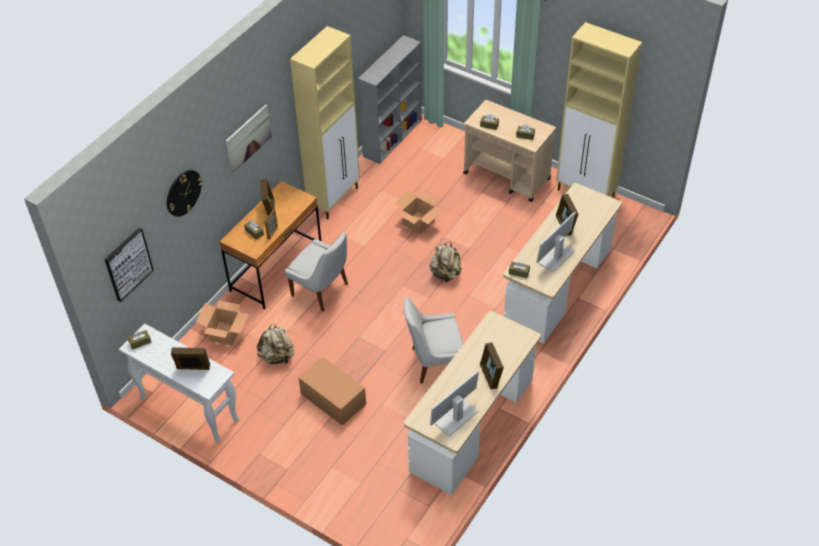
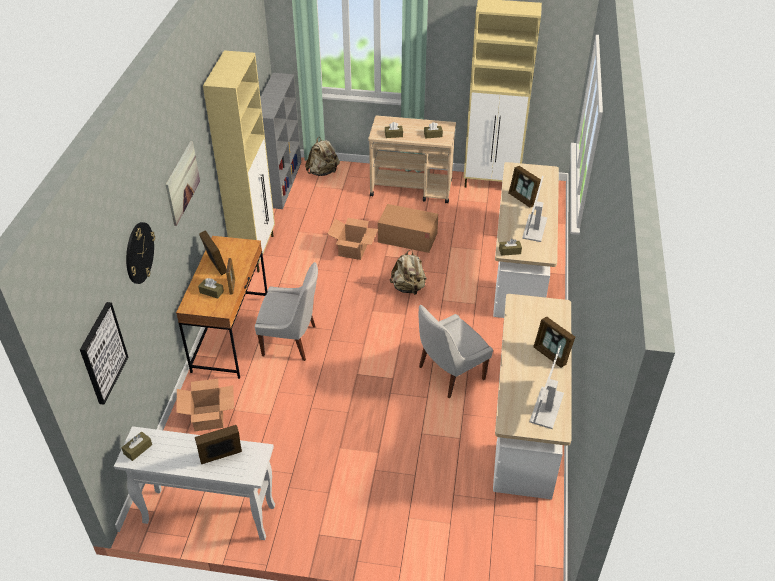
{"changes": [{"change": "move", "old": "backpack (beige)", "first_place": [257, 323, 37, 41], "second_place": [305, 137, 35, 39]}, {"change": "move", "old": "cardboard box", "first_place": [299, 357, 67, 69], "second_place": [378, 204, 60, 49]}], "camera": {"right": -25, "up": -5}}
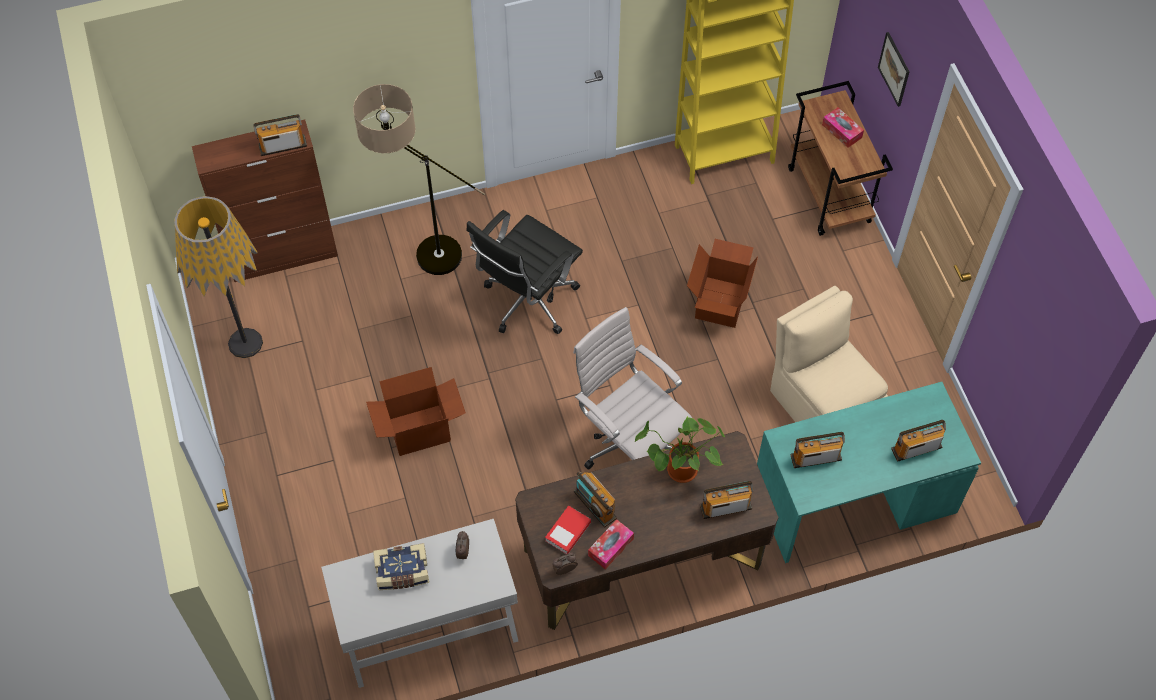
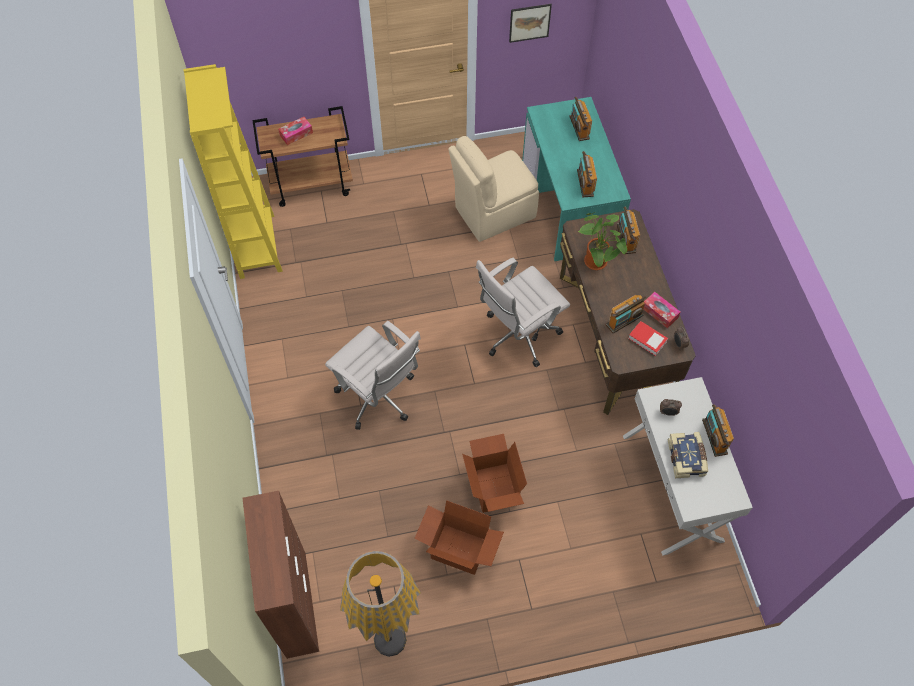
{"changes": [{"change": "recolor", "old": "office chair (black)", "new": "office chair (white)", "first_place": [466, 210, 117, 124], "second_place": [325, 321, 96, 109]}, {"change": "move", "old": "cardboard box", "first_place": [687, 239, 71, 89], "second_place": [414, 500, 90, 75]}, {"change": "move", "old": "picture", "first_place": [878, 32, 32, 75], "second_place": [509, 4, 43, 39]}, {"change": "move", "old": "radio", "first_place": [254, 114, 53, 42], "second_place": [702, 404, 32, 53]}, {"change": "delete", "old": "floor lamp", "first_place": [353, 84, 132, 191]}], "camera": {"right": -85, "up": 0}}
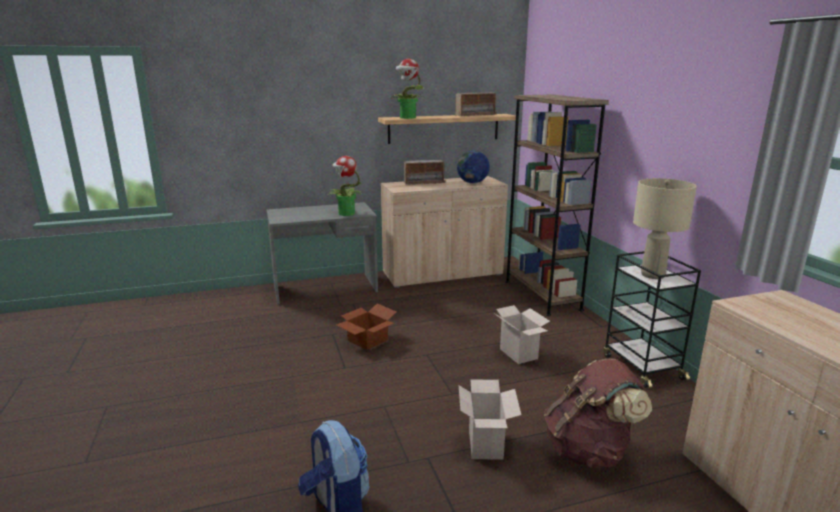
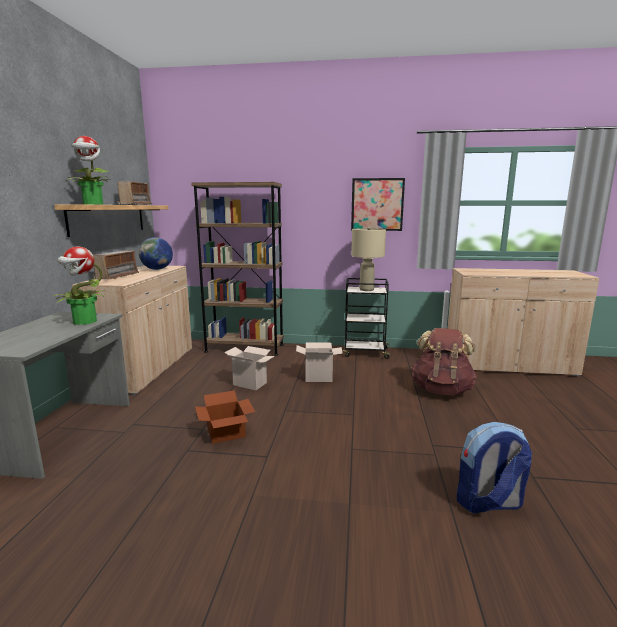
{"changes": [{"change": "move", "old": "cardboard box", "first_place": [459, 379, 62, 81], "second_place": [224, 346, 50, 44]}, {"change": "insert", "new": "picture", "second_place": [351, 178, 54, 53]}], "camera": {"right": -65, "up": -5}}
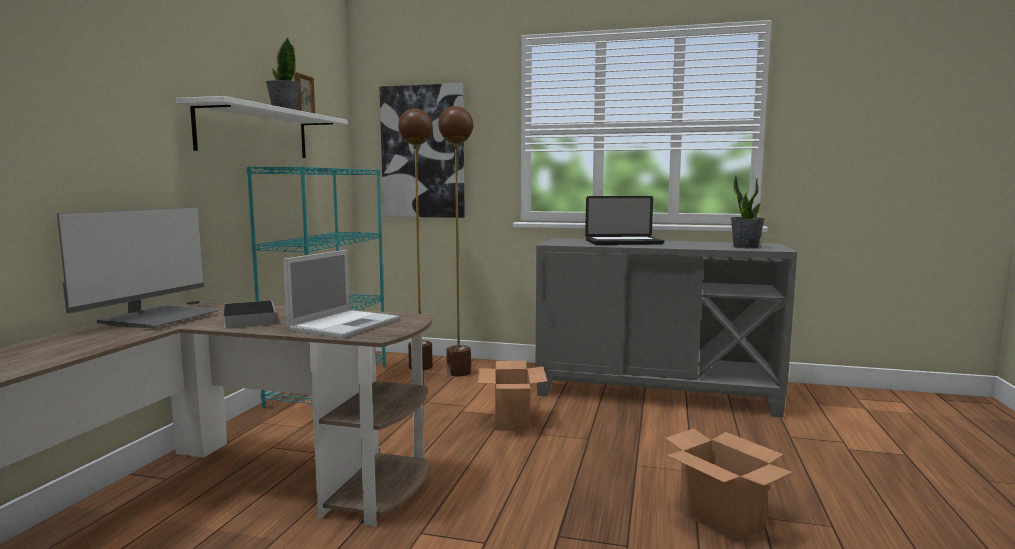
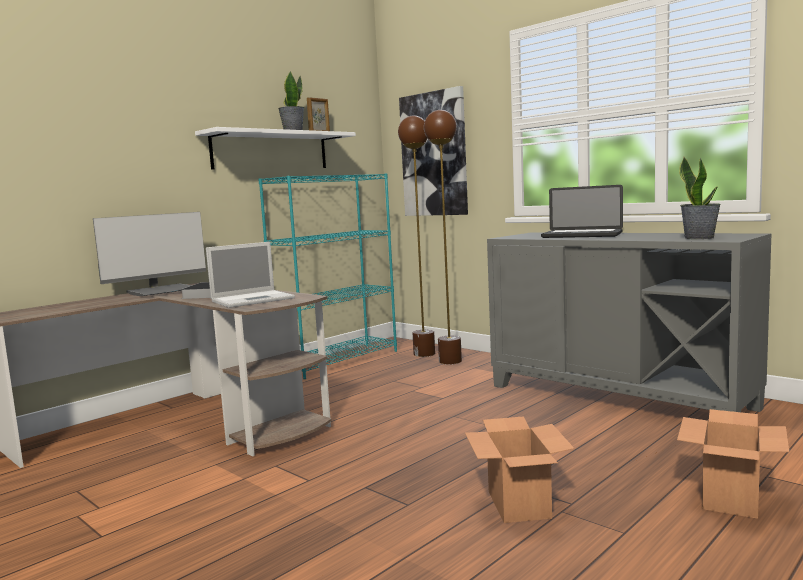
{"changes": [{"change": "move", "old": "cardboard box", "first_place": [478, 361, 69, 70], "second_place": [677, 409, 112, 110]}], "camera": {"right": 30, "up": 0}}
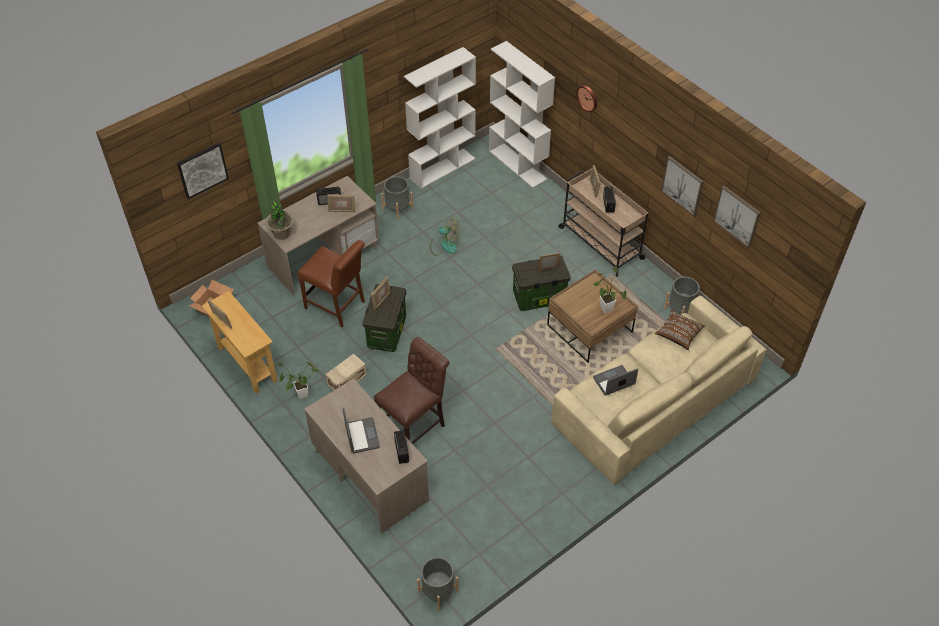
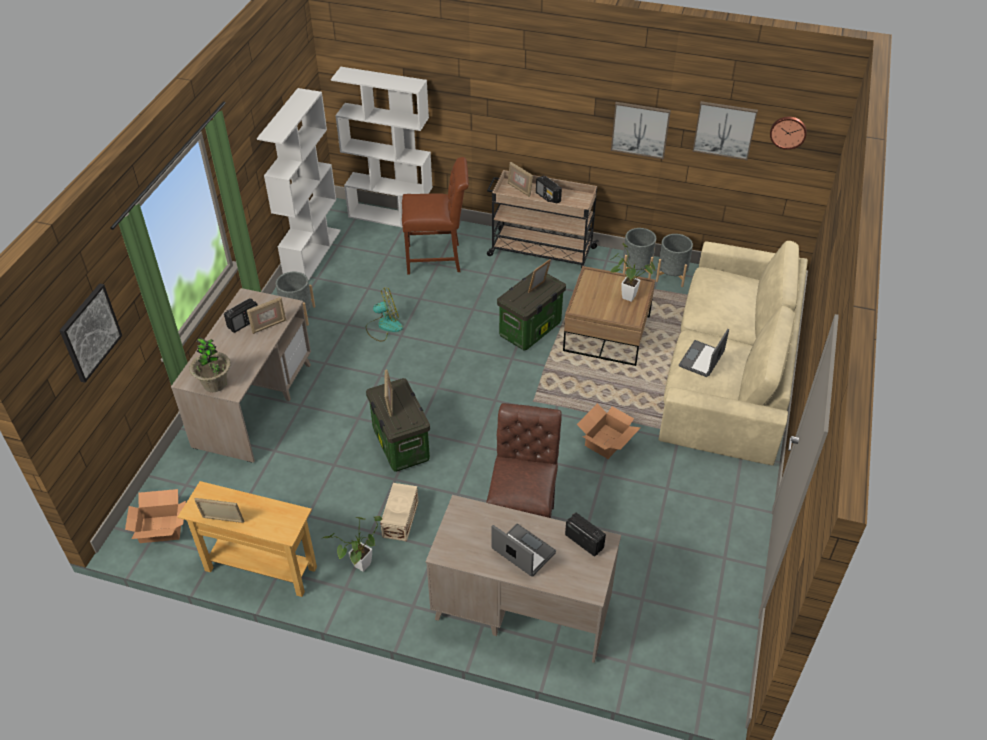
{"changes": [{"change": "move", "old": "chair (brown)", "first_place": [297, 240, 68, 87], "second_place": [402, 157, 67, 118]}, {"change": "insert", "new": "cardboard box", "second_place": [577, 403, 64, 56]}, {"change": "move", "old": "planter (grey)", "first_place": [417, 557, 42, 53], "second_place": [623, 228, 33, 51]}, {"change": "move", "old": "wall clock", "first_place": [576, 85, 21, 27], "second_place": [770, 117, 37, 33]}, {"change": "delete", "old": "pillow (brown)", "first_place": [655, 310, 50, 40]}], "camera": {"right": -35, "up": -5}}
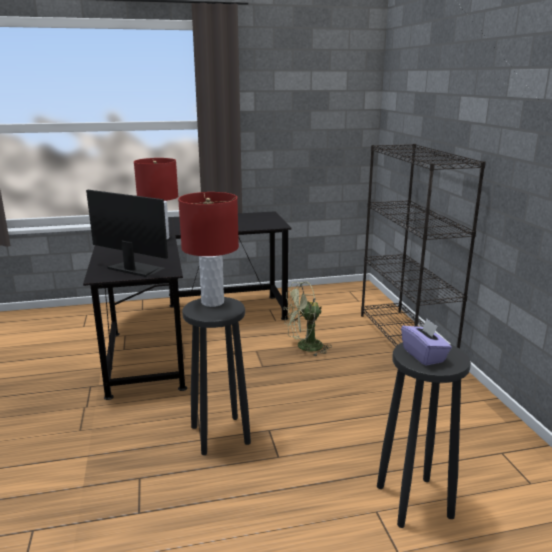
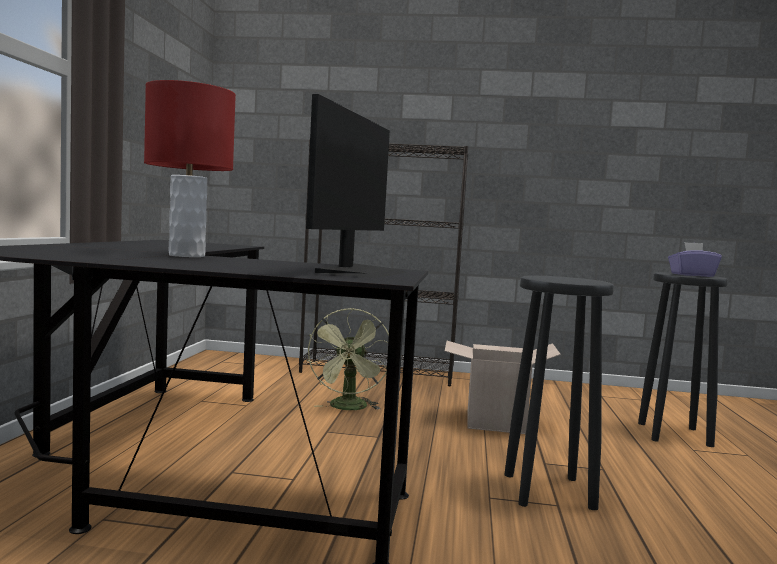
{"changes": [{"change": "rotate", "old": "monitor", "first_place": [86, 190, 82, 87], "second_place": [306, 94, 99, 184], "degrees": 150}, {"change": "insert", "new": "cardboard box", "second_place": [445, 341, 116, 93]}, {"change": "delete", "old": "table lamp (red)", "first_place": [178, 192, 61, 115]}], "camera": {"right": -70, "up": -15}}
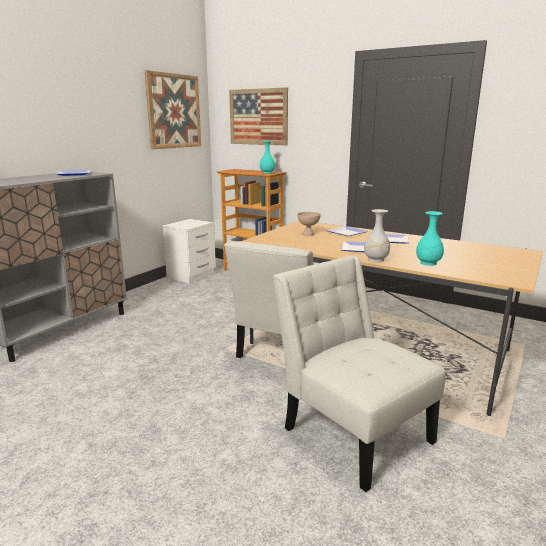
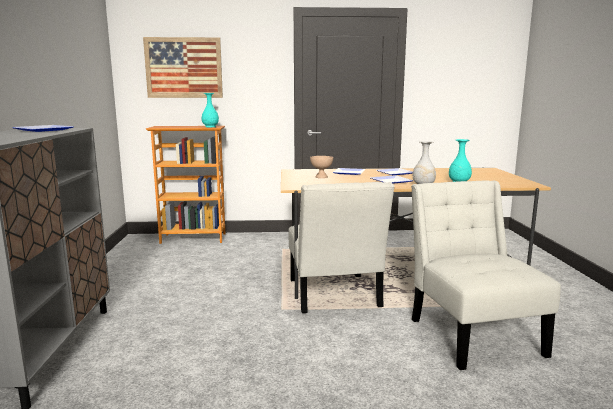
{"changes": [{"change": "rotate", "old": "chair (white)", "first_place": [273, 256, 173, 236], "second_place": [411, 180, 150, 190], "degrees": 60}, {"change": "delete", "old": "picture", "first_place": [145, 70, 56, 79]}, {"change": "delete", "old": "nightstand (white)", "first_place": [162, 219, 54, 65]}], "camera": {"right": -35, "up": -5}}
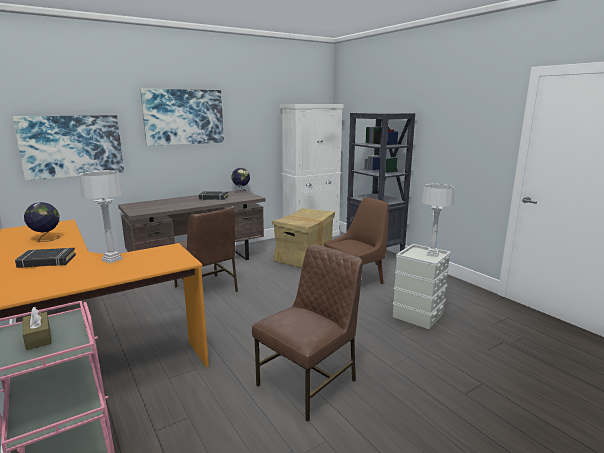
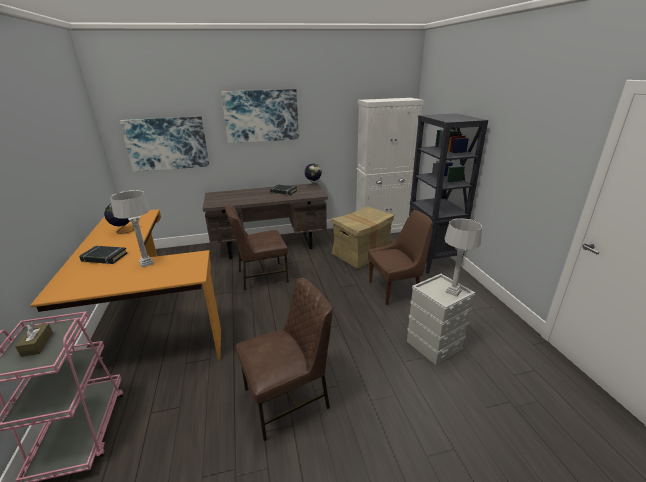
{"changes": [{"change": "rotate", "old": "chair (brown)", "first_place": [174, 207, 64, 85], "second_place": [225, 204, 64, 86], "degrees": 90}], "camera": {"right": 20, "up": 10}}
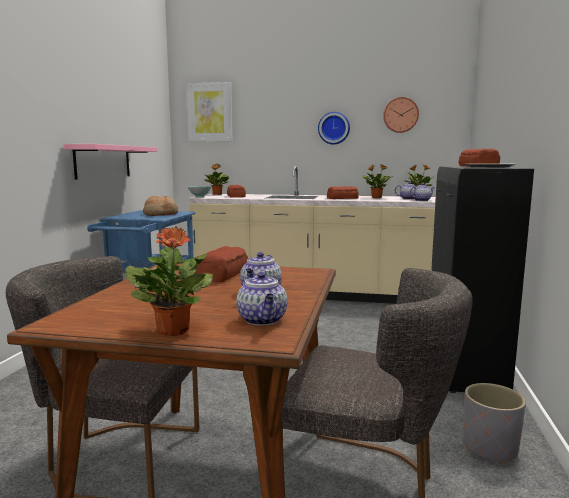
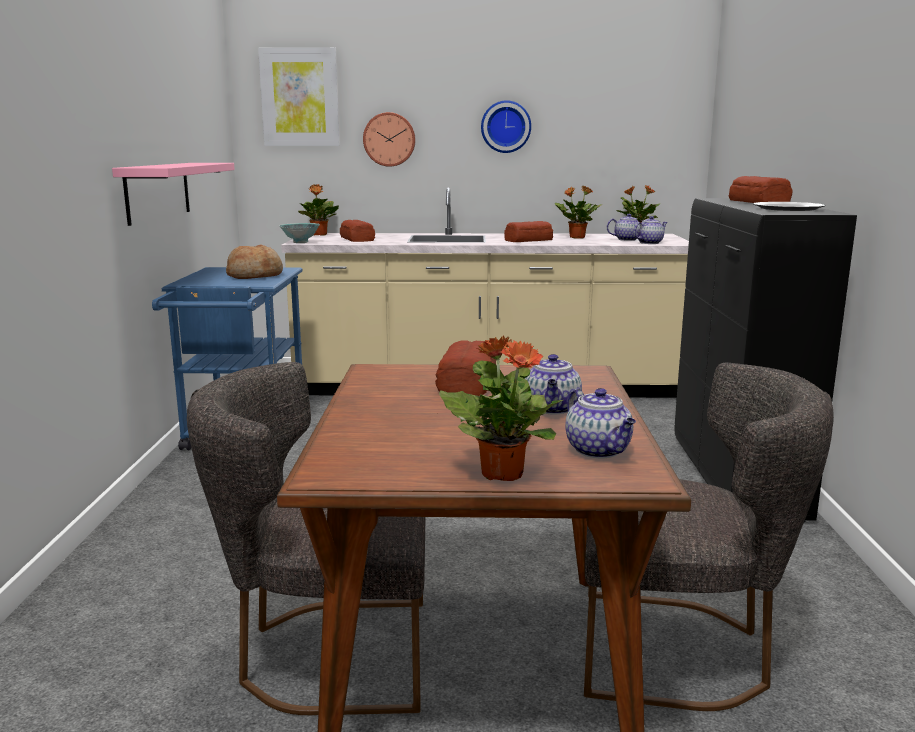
{"changes": [{"change": "move", "old": "wall clock", "first_place": [383, 97, 36, 36], "second_place": [363, 112, 53, 55]}, {"change": "delete", "old": "planter (grey)", "first_place": [463, 383, 63, 81]}], "camera": {"right": -10, "up": 5}}
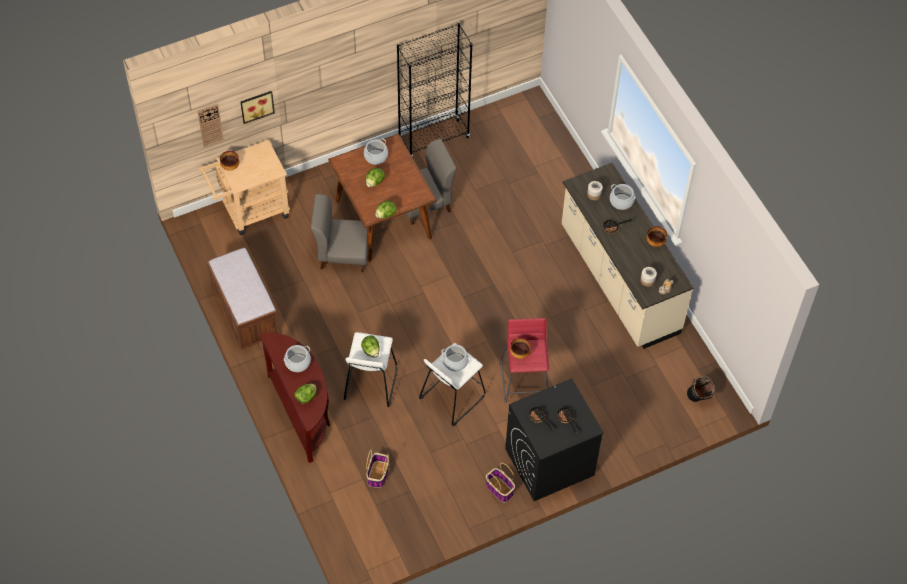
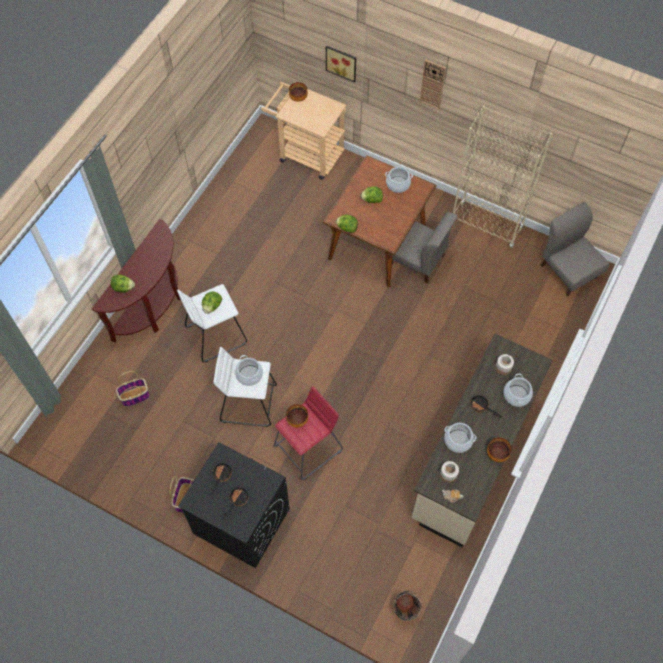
{"changes": [{"change": "move", "old": "wall clock", "first_place": [197, 104, 27, 43], "second_place": [420, 59, 26, 51]}, {"change": "move", "old": "cooking pot", "first_place": [284, 345, 27, 27], "second_place": [444, 423, 32, 30]}, {"change": "recolor", "old": "bookcase (black)", "new": "bookcase (beige)", "first_place": [397, 23, 76, 133], "second_place": [453, 105, 100, 143]}, {"change": "move", "old": "chair (grey)", "first_place": [311, 194, 58, 78], "second_place": [541, 202, 69, 94]}, {"change": "delete", "old": "bench (brown)", "first_place": [206, 247, 72, 103]}], "camera": {"right": 55, "up": 5}}
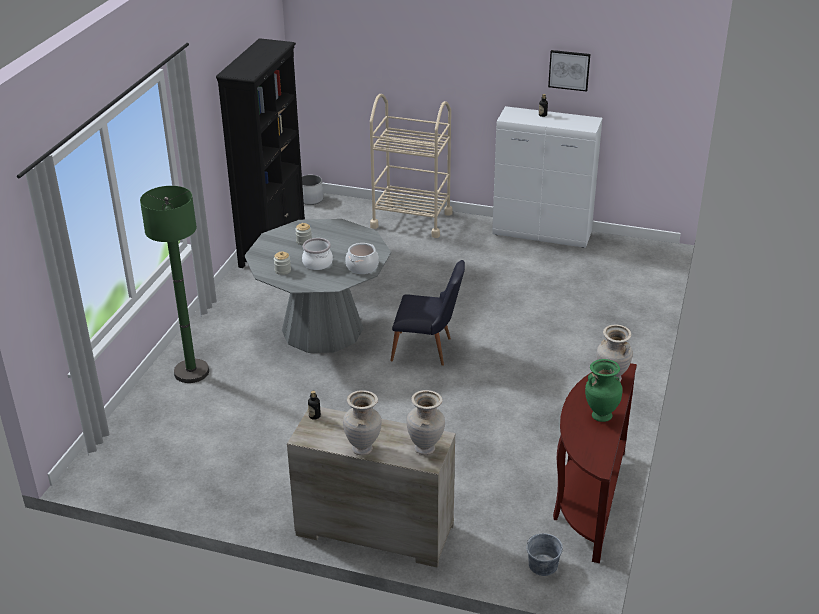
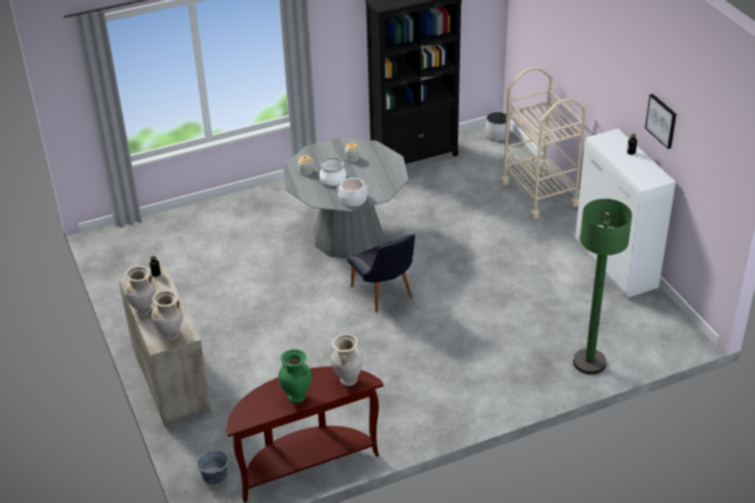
{"changes": [{"change": "move", "old": "floor lamp (green)", "first_place": [140, 186, 69, 197], "second_place": [573, 199, 59, 176]}], "camera": {"right": 50, "up": 5}}
